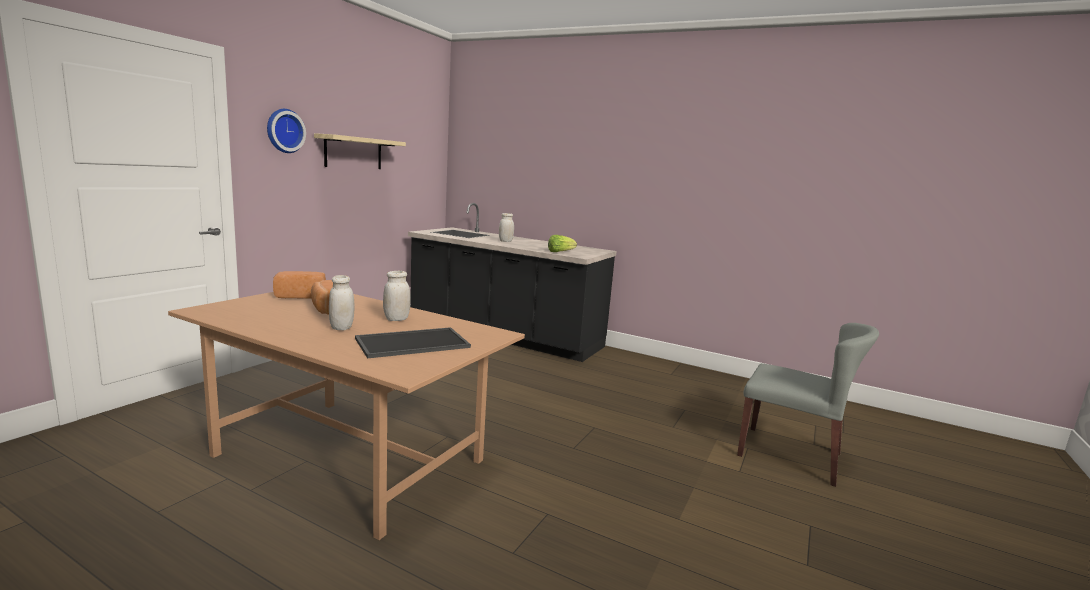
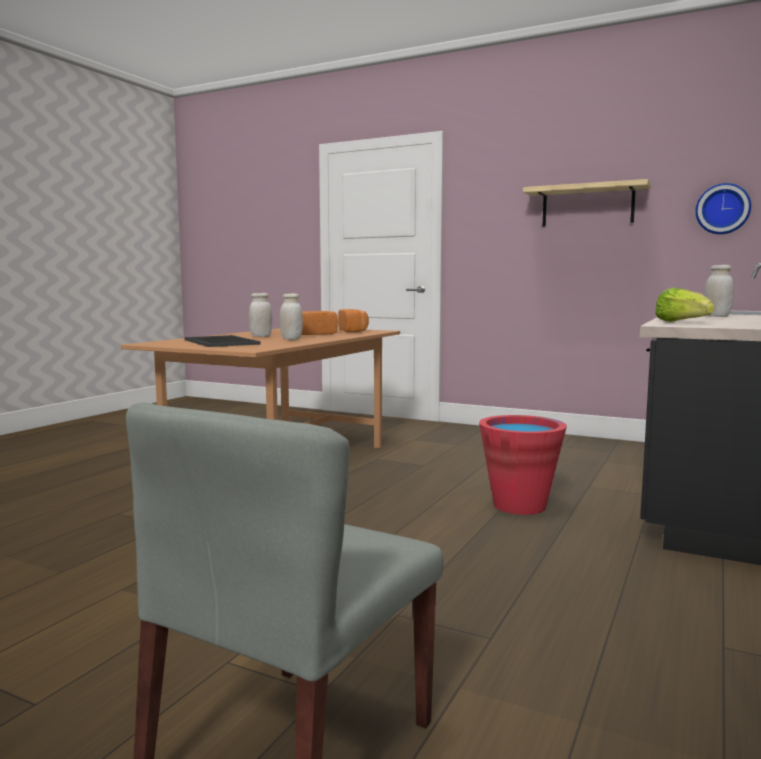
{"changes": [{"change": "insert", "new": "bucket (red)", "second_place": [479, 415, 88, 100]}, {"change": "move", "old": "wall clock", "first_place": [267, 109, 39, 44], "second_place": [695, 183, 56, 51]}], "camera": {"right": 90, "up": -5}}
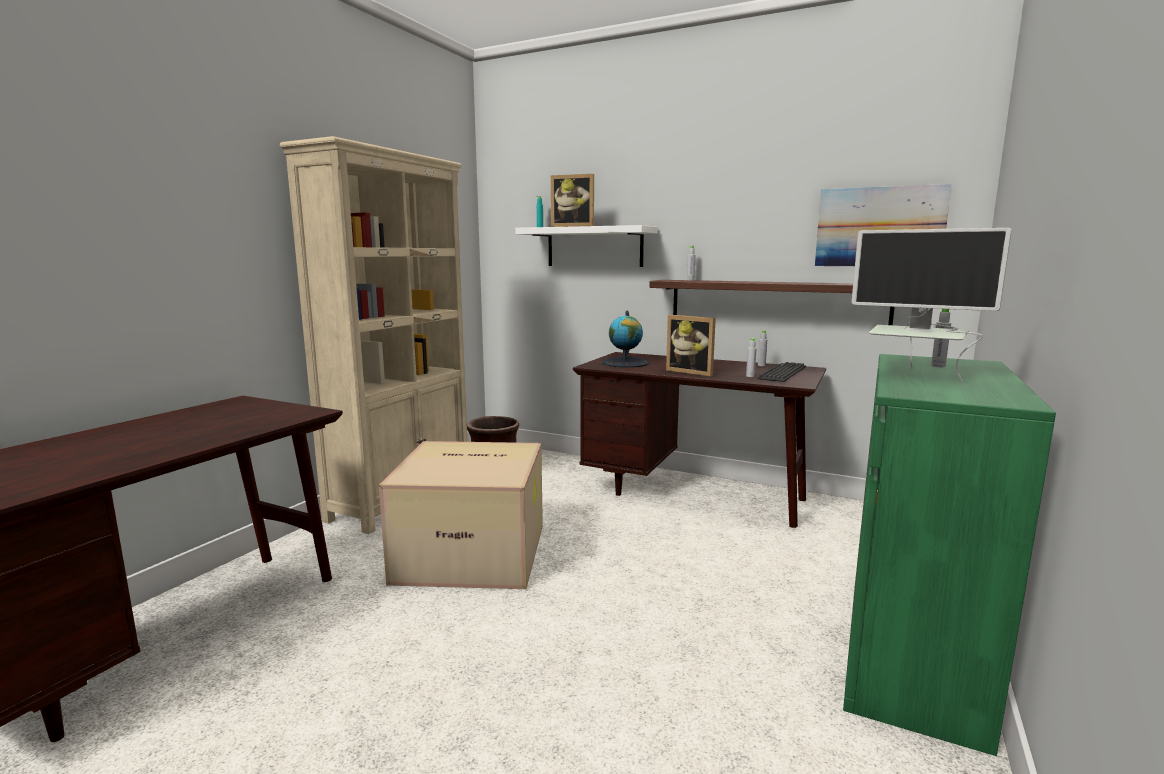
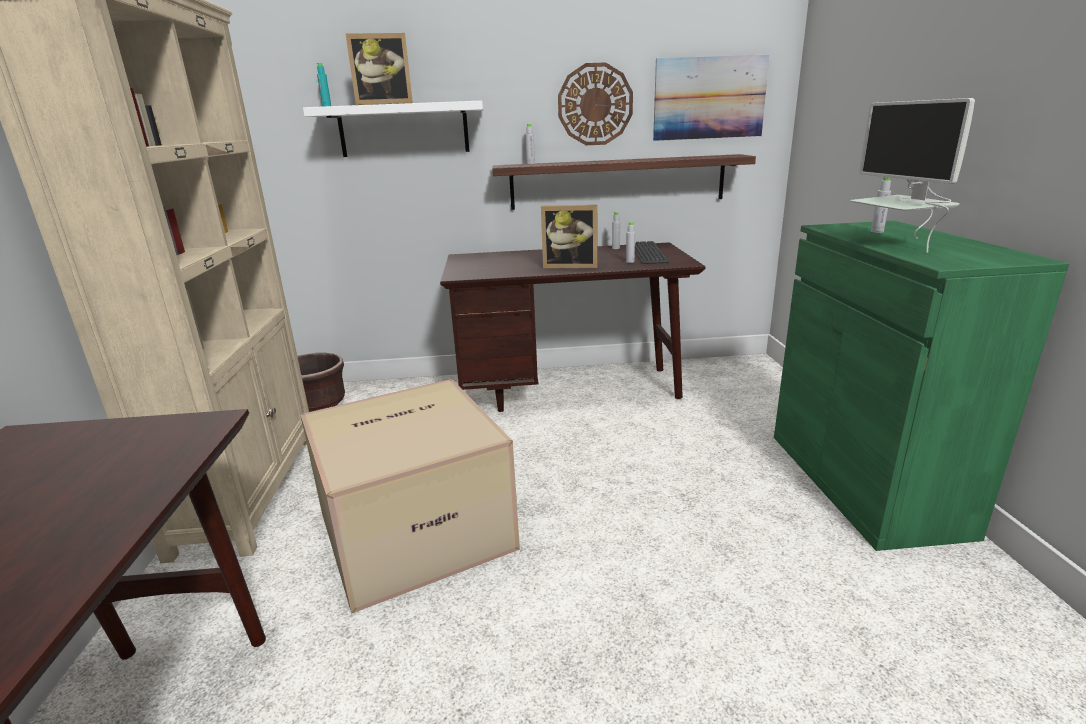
{"changes": [{"change": "insert", "new": "wall clock", "second_place": [558, 62, 75, 83]}, {"change": "rotate", "old": "monitor", "first_place": [851, 228, 161, 153], "second_place": [850, 98, 125, 154], "degrees": 75}, {"change": "delete", "old": "globe", "first_place": [602, 311, 47, 57]}], "camera": {"right": -30, "up": 10}}
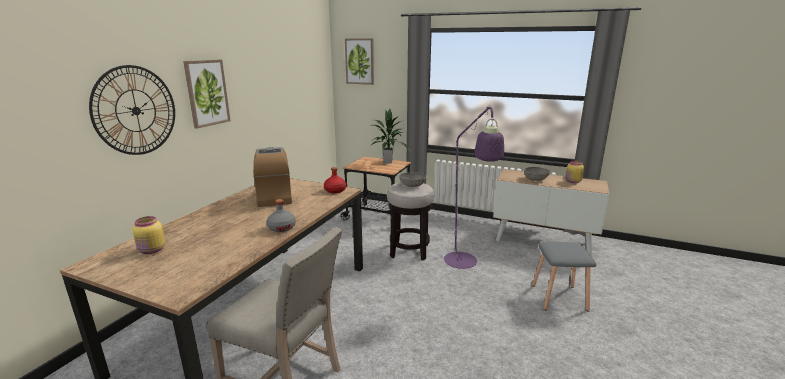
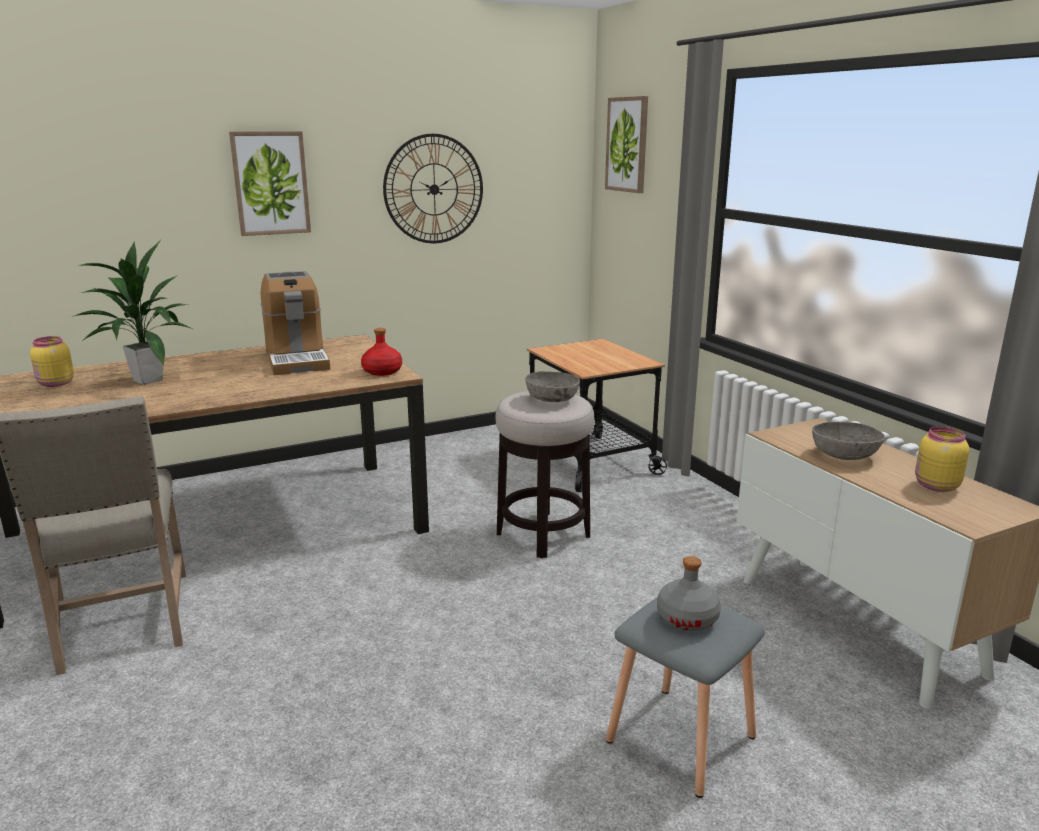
{"changes": [{"change": "move", "old": "potted plant", "first_place": [370, 109, 41, 54], "second_place": [72, 241, 120, 144]}, {"change": "rotate", "old": "coffee machine", "first_place": [253, 147, 39, 60], "second_place": [261, 271, 69, 104], "degrees": 135}, {"change": "move", "old": "wall clock", "first_place": [89, 65, 86, 90], "second_place": [383, 134, 100, 109]}, {"change": "move", "old": "bottle (grey)", "first_place": [267, 199, 29, 33], "second_place": [657, 556, 64, 75]}, {"change": "delete", "old": "floor lamp (purple)", "first_place": [436, 105, 68, 164]}], "camera": {"right": 40, "up": 0}}
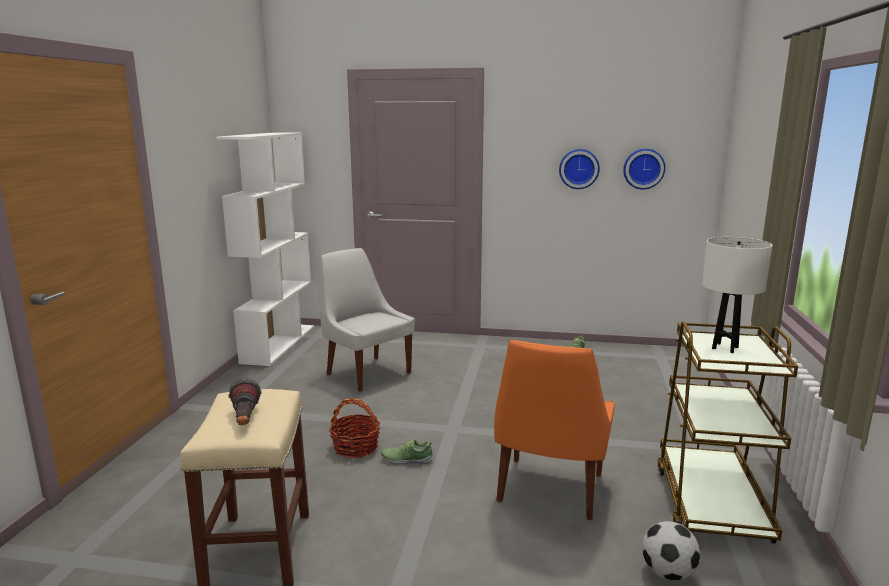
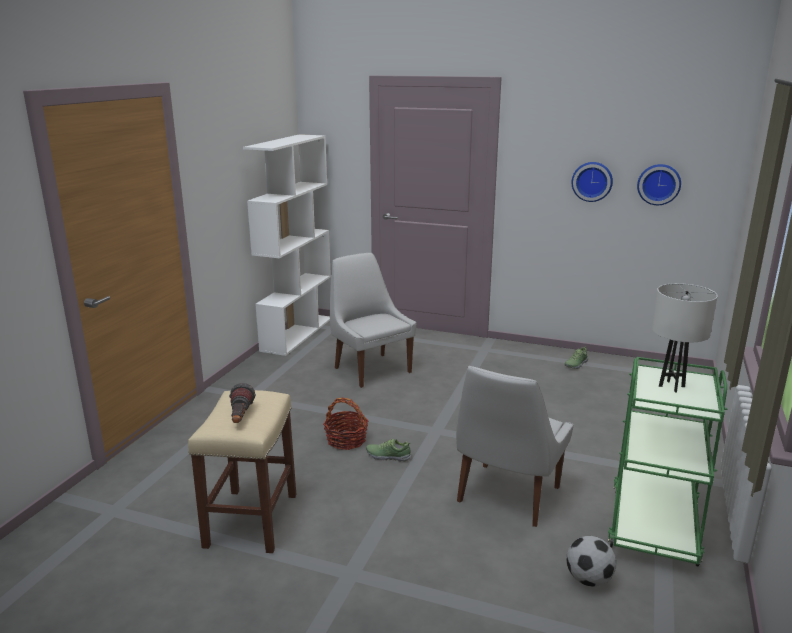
{"changes": [{"change": "recolor", "old": "chair (orange)", "new": "chair (white)", "first_place": [494, 340, 121, 180], "second_place": [456, 366, 118, 161]}, {"change": "recolor", "old": "cart (brown)", "new": "cart (green)", "first_place": [657, 321, 141, 222], "second_place": [608, 357, 119, 210]}], "camera": {"right": 10, "up": 5}}
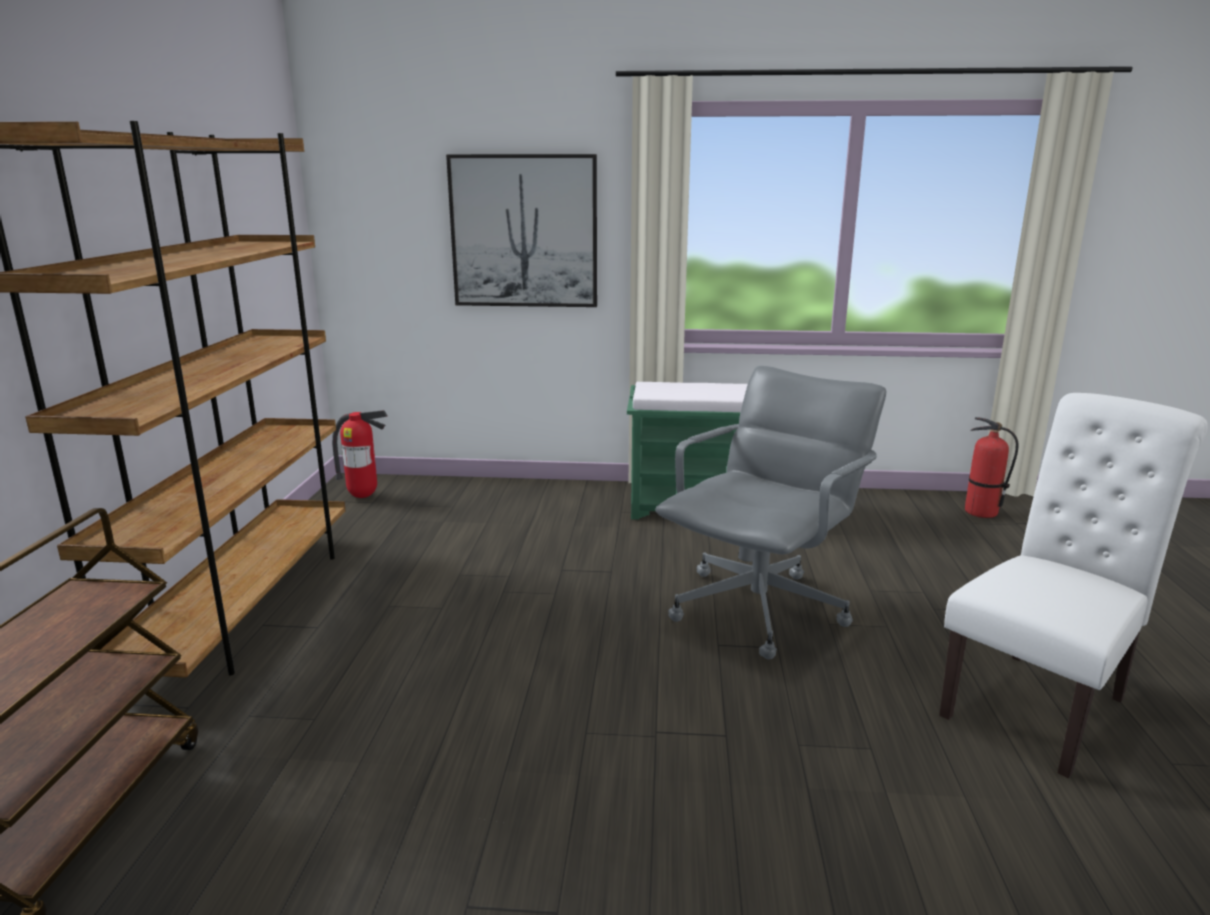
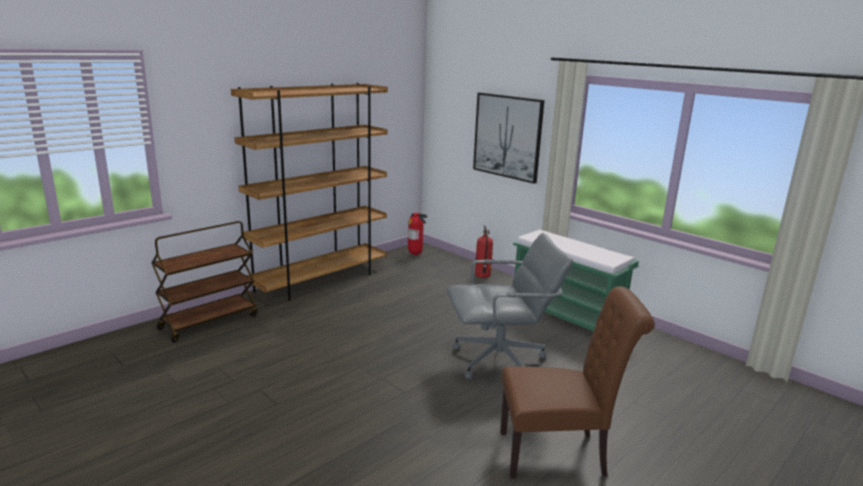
{"changes": [{"change": "move", "old": "fire extinguisher", "first_place": [965, 417, 54, 101], "second_place": [475, 226, 18, 52]}, {"change": "recolor", "old": "chair (white)", "new": "chair (brown)", "first_place": [939, 393, 269, 385], "second_place": [500, 286, 155, 192]}], "camera": {"right": 40, "up": 0}}
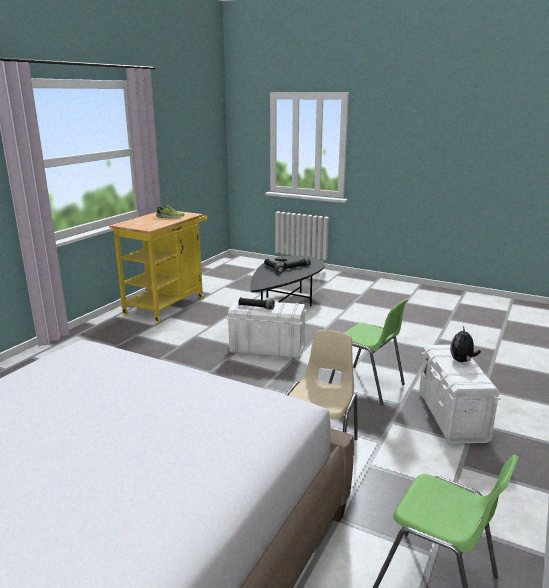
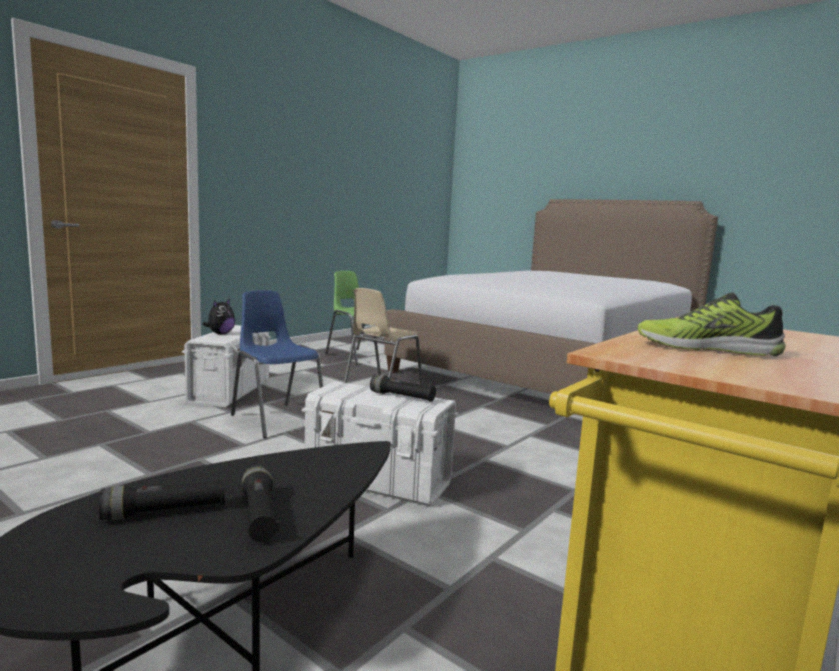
{"changes": [{"change": "recolor", "old": "chair (green)", "new": "chair (blue)", "first_place": [329, 299, 79, 106], "second_place": [231, 290, 92, 148]}], "camera": {"right": -170, "up": -10}}
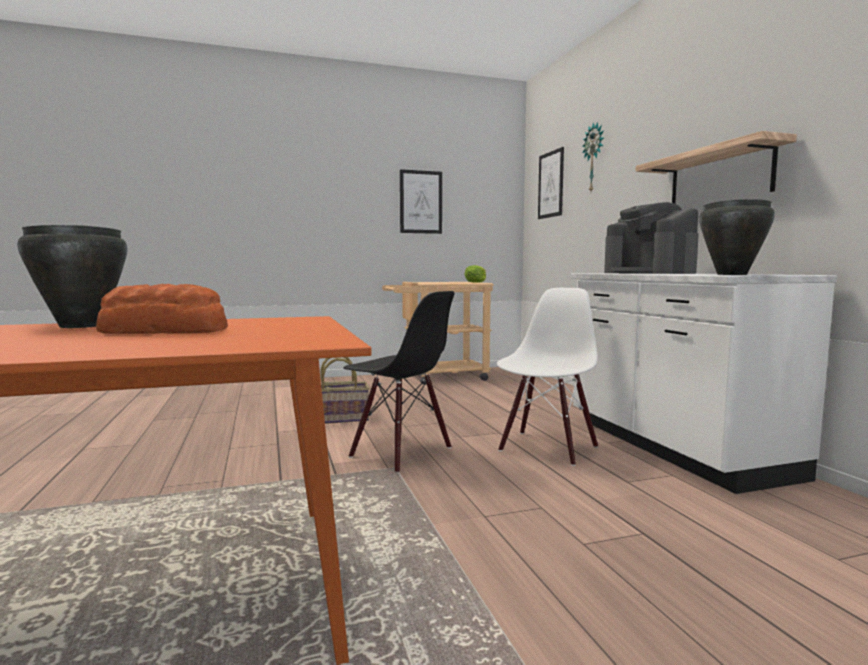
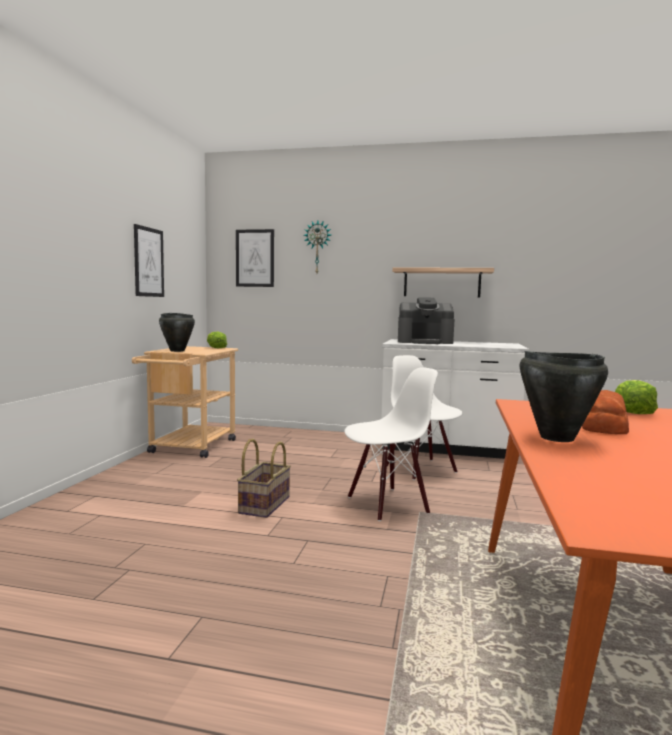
{"changes": [{"change": "move", "old": "cooking pot (black)", "first_place": [699, 199, 76, 76], "second_place": [159, 313, 36, 39]}, {"change": "recolor", "old": "chair (black)", "new": "chair (white)", "first_place": [343, 291, 112, 181], "second_place": [344, 367, 94, 154]}, {"change": "insert", "new": "lettuce", "second_place": [615, 380, 43, 34]}], "camera": {"right": -60, "up": 0}}
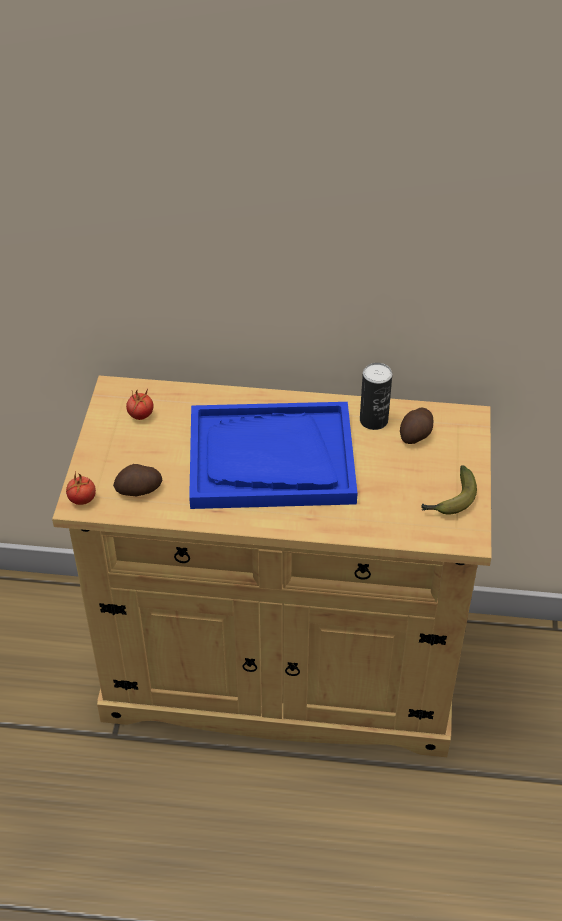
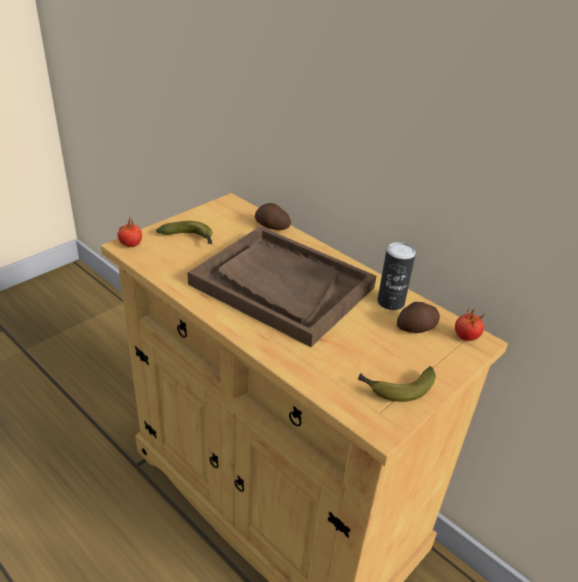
{"changes": [{"change": "insert", "new": "banana", "second_place": [156, 221, 56, 23]}, {"change": "recolor", "old": "tray (blue)", "new": "tray (brown)", "first_place": [189, 402, 169, 107], "second_place": [187, 226, 189, 121]}, {"change": "move", "old": "potato", "first_place": [113, 464, 49, 32], "second_place": [255, 203, 36, 27]}, {"change": "move", "old": "tomato", "first_place": [126, 389, 28, 31], "second_place": [455, 308, 30, 33]}], "camera": {"right": 35, "up": -10}}
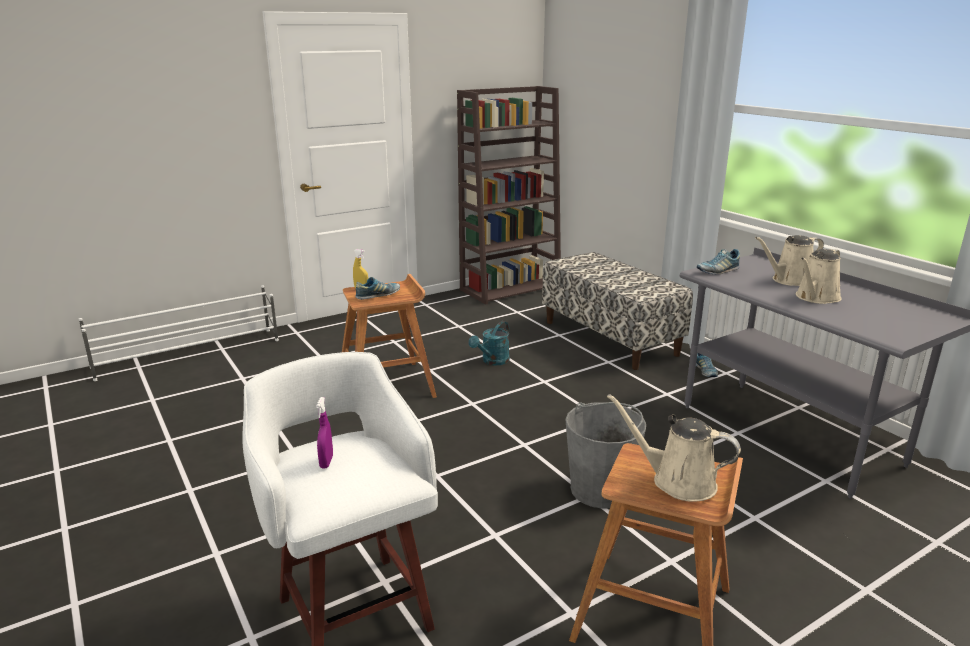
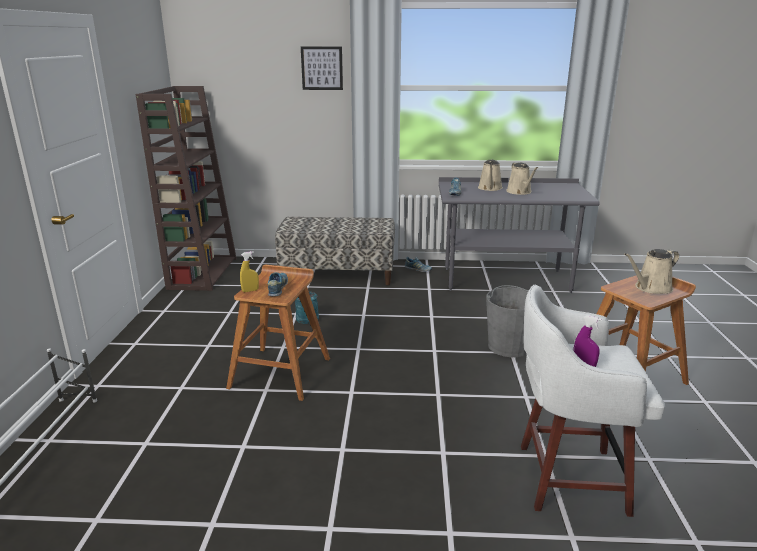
{"changes": [{"change": "insert", "new": "picture", "second_place": [301, 47, 42, 43]}], "camera": {"right": -55, "up": 0}}
